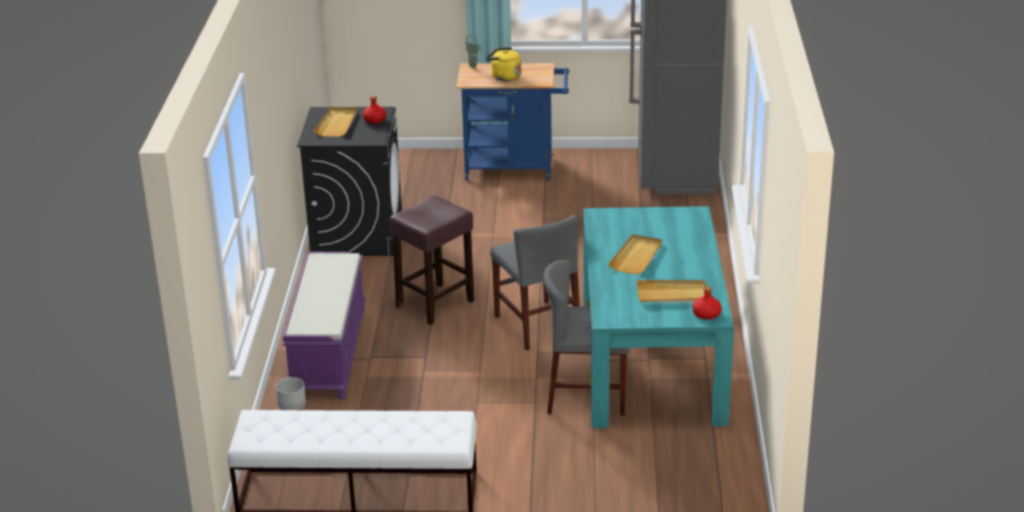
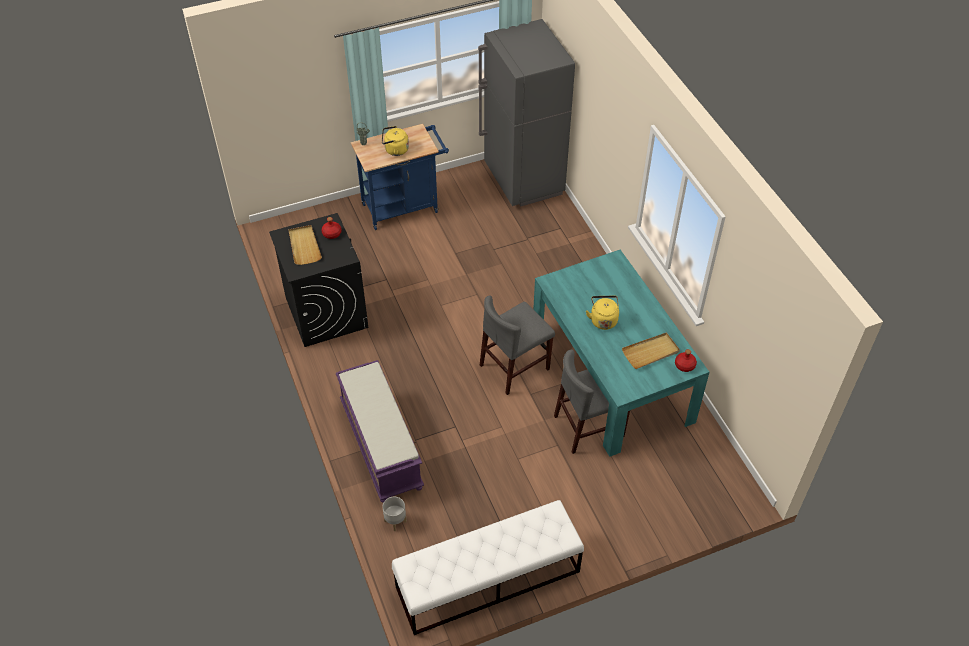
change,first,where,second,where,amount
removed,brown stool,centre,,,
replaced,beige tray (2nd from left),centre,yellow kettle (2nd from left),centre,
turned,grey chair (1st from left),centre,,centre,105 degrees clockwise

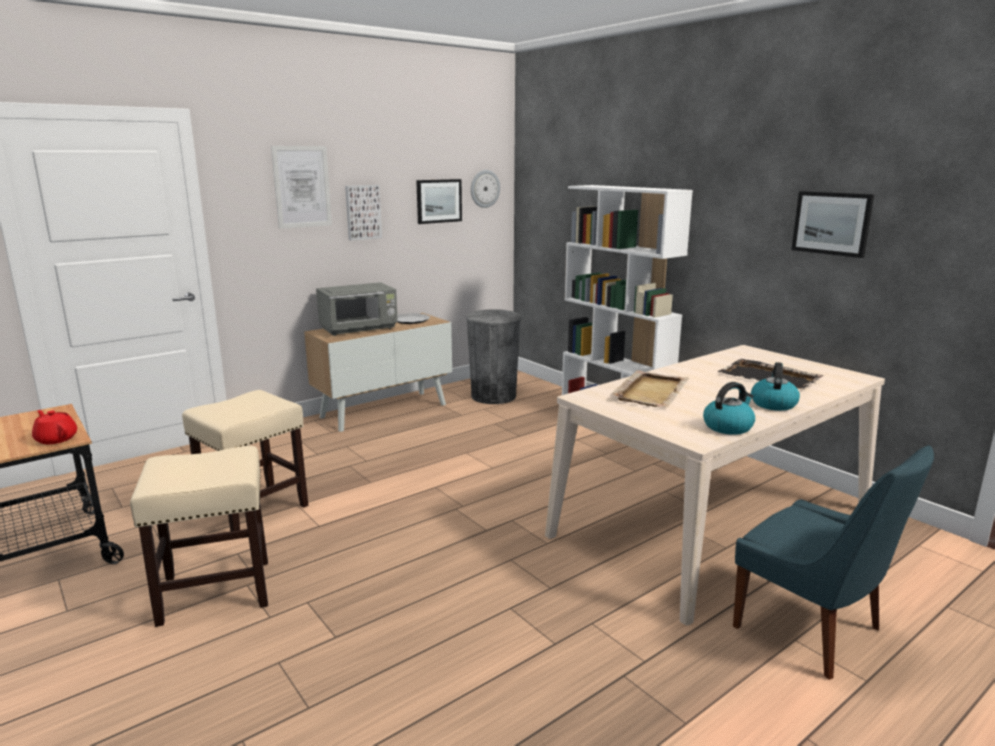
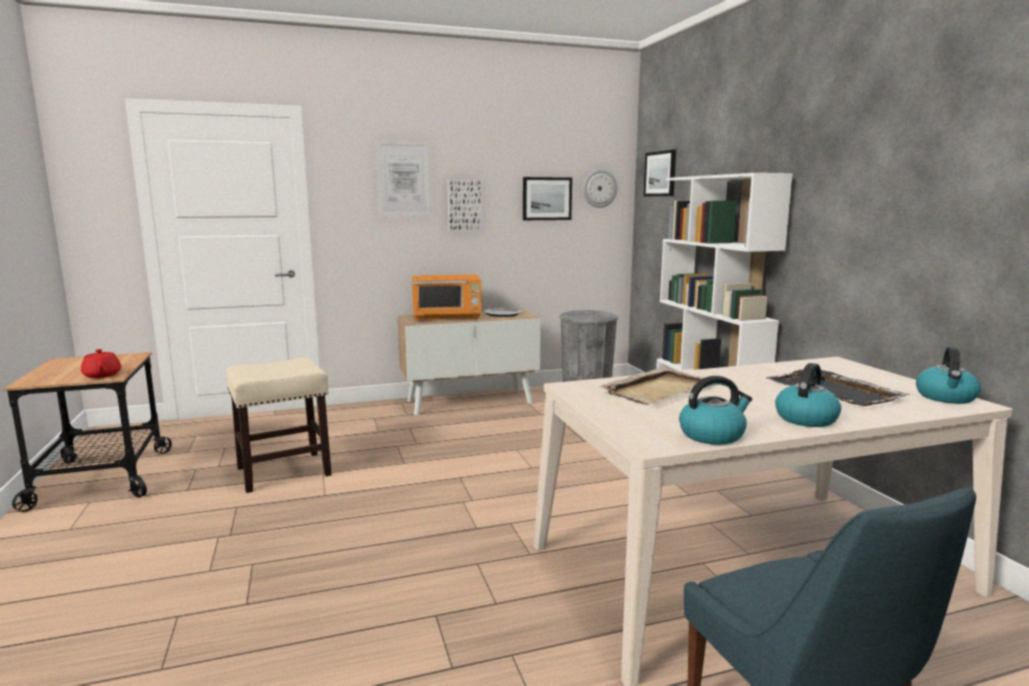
change,first,where,second,where,amount
removed,beige stool (1st from left),bottom left,,,
added,,,kettle (3rd from left),middle right,
moved,picture (4th from left),top right,,top centre,
recoloured,grey microwave,centre,orange microwave,centre,

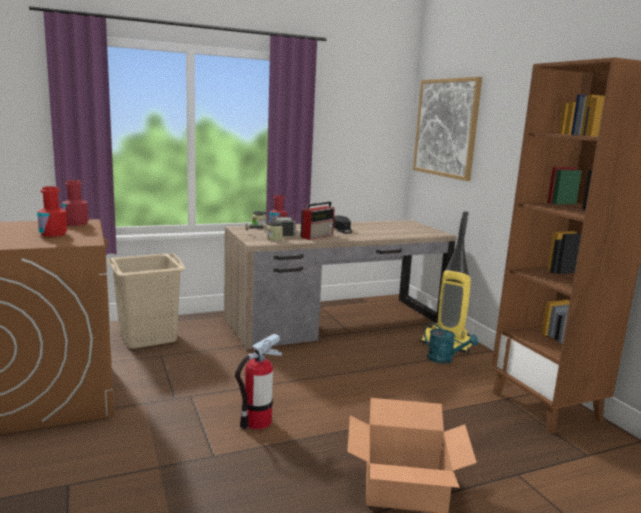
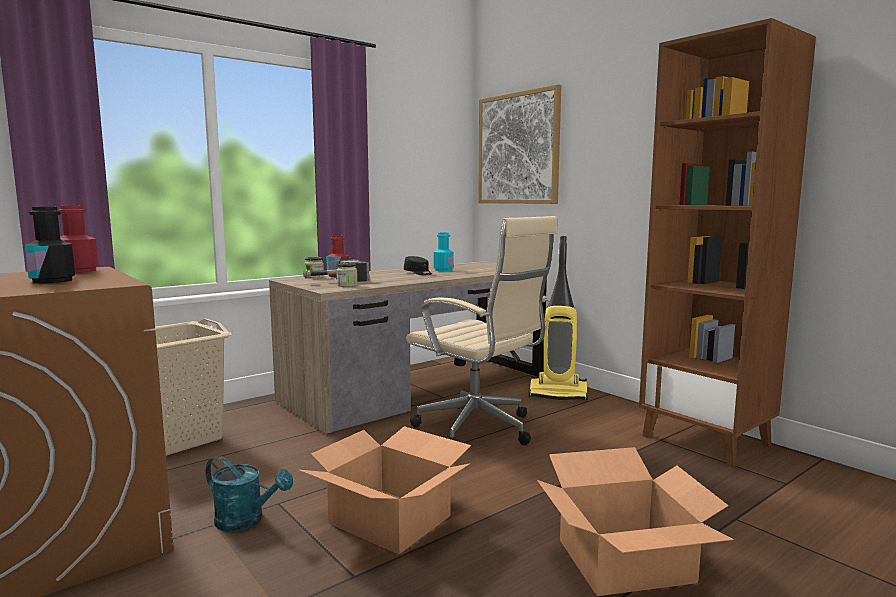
change,first,where,second,where,amount
removed,radio,centre,,,
added,,,beige office chair,centre,
added,,,turquoise bottle,centre,
moved,turquoise watering can,bottom right,,bottom left,
replaced,fire extinguisher,bottom centre,cardboard box (1st from left),bottom centre,
recoloured,red bottle (1st from left),middle left,black bottle,middle left,

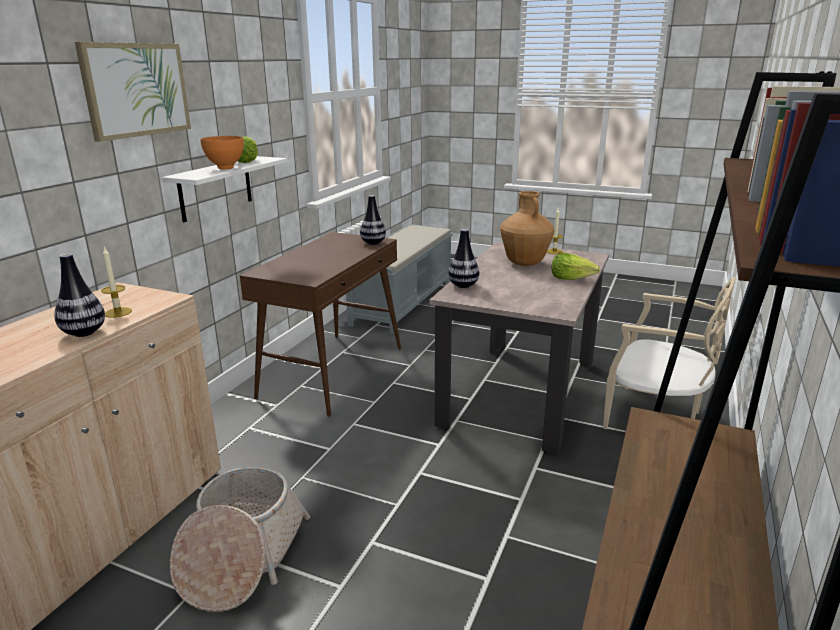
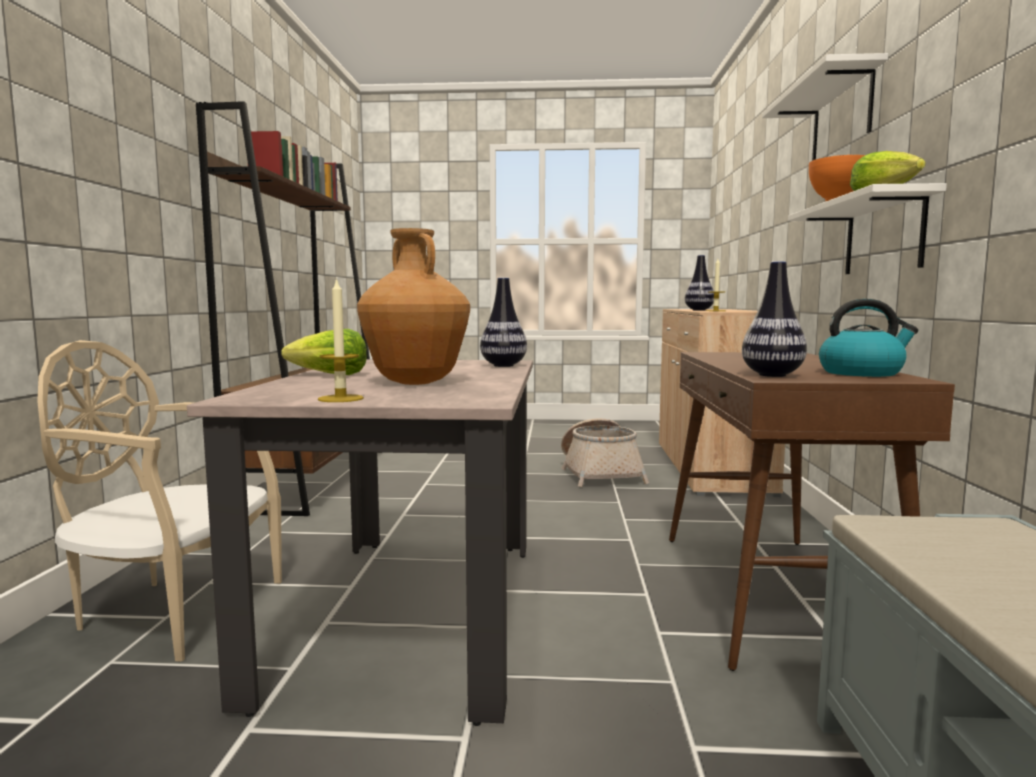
change,first,where,second,where,amount
added,,,kettle,middle right,
replaced,picture,top left,white shelf (1st from left),top right,

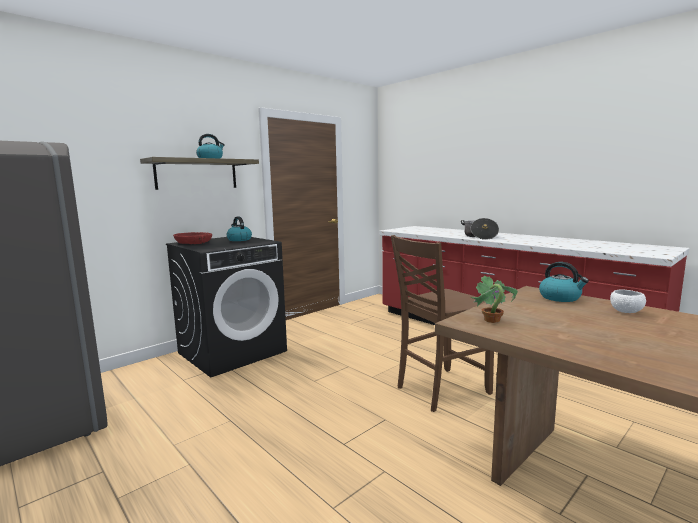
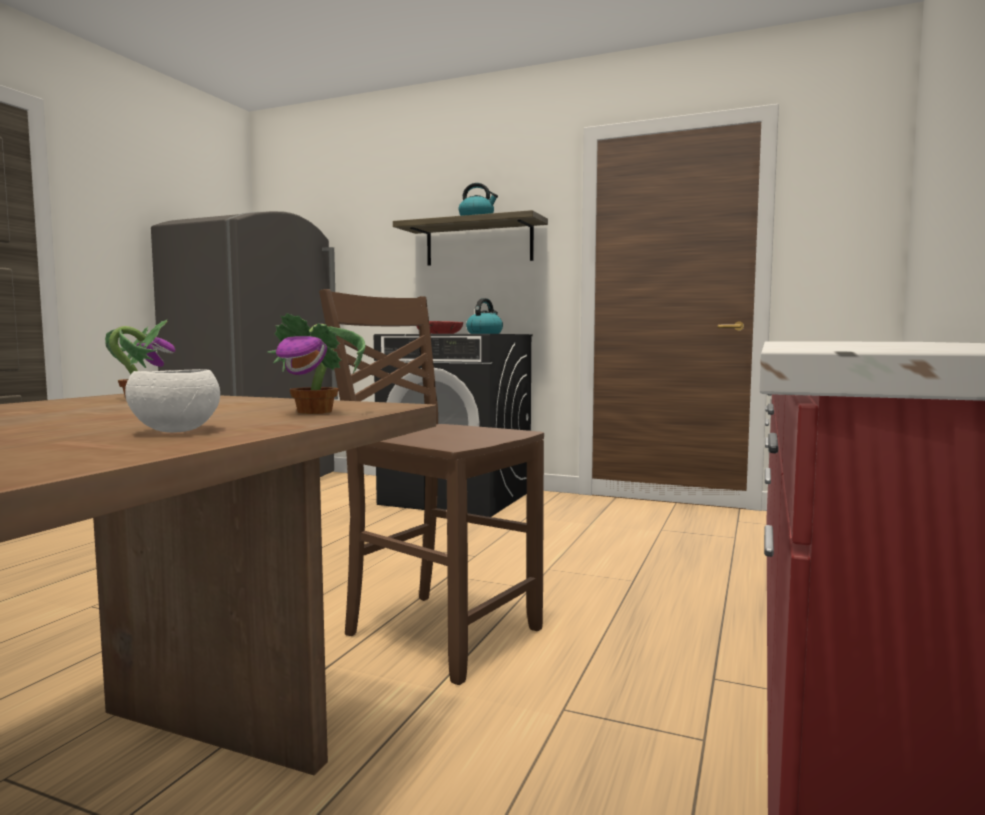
change,first,where,second,where,amount
removed,cooking pot,middle right,,,
replaced,kettle (3rd from left),middle right,potted plant (2nd from left),middle left,

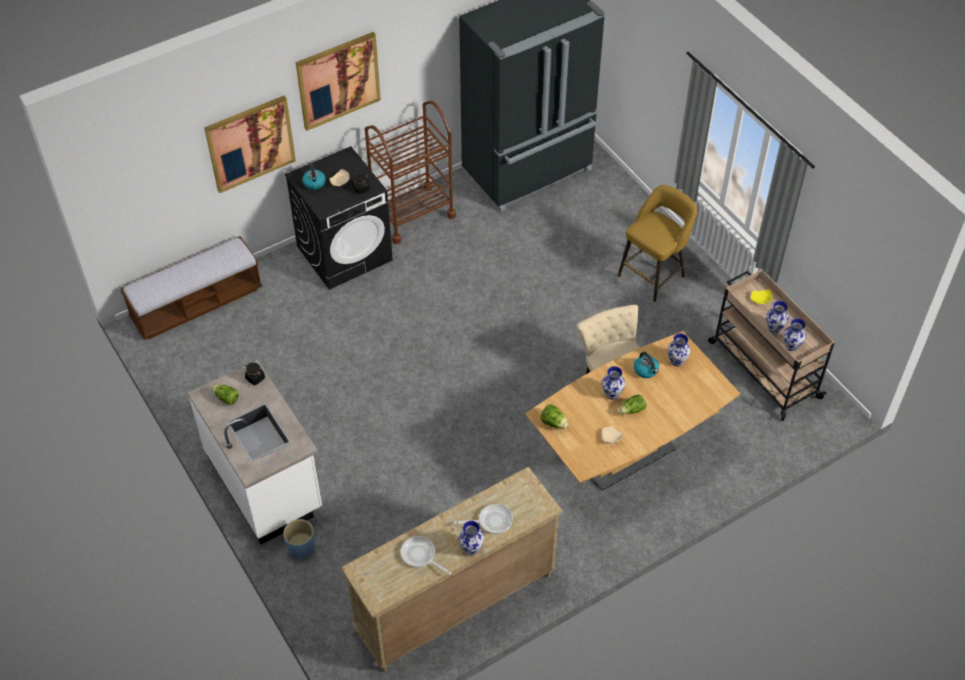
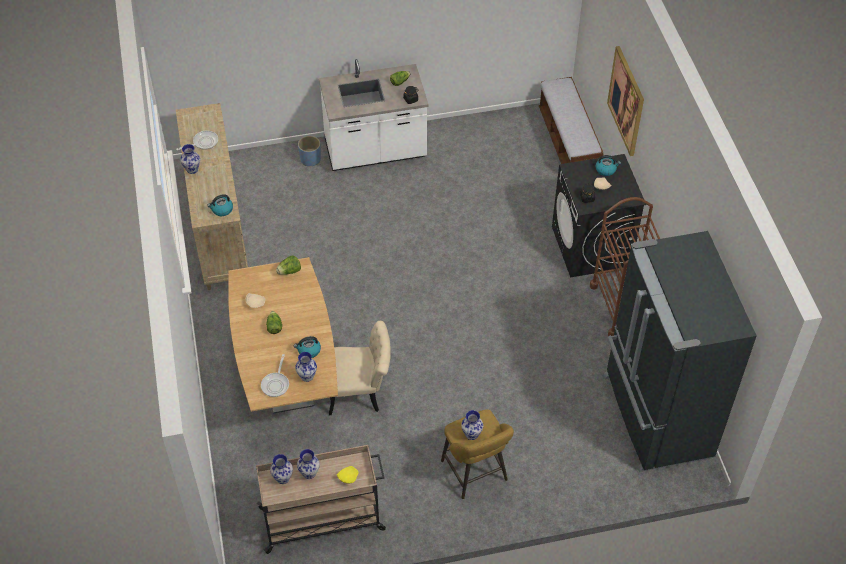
change,first,where,second,where,amount
removed,picture (2nd from left),top centre,,,
added,,,kettle (1st from left),middle left,
moved,frying pan (2nd from left),bottom centre,,middle left,
moved,vase (2nd from left in the first image),centre,vase (5th from left),bottom centre,

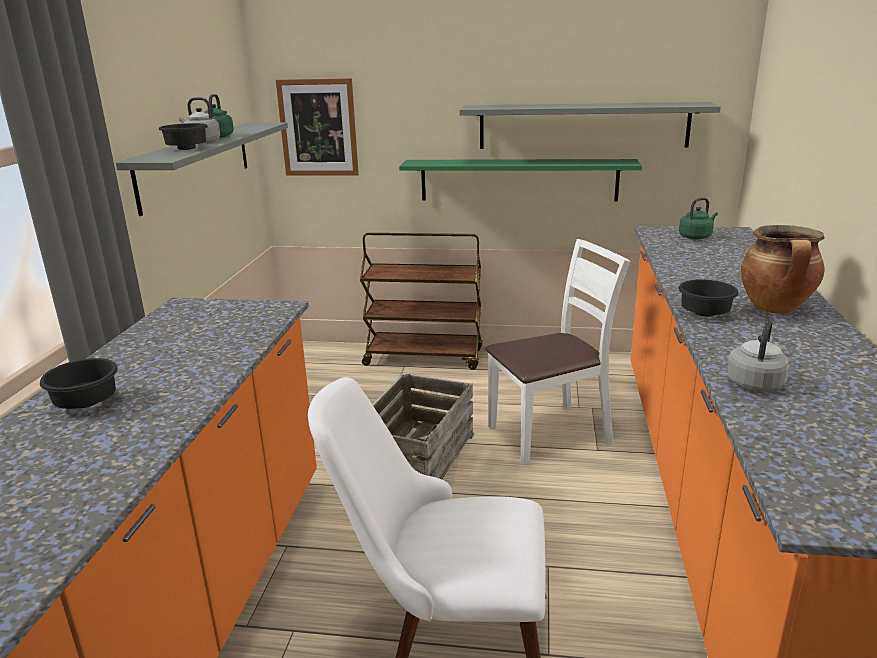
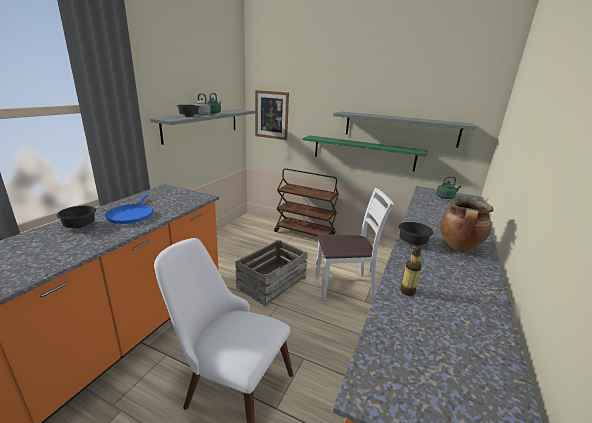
change,first,where,second,where,amount
added,,,blue frying pan,middle left,
replaced,grey kettle (2nd from left),middle right,bottle,middle right,

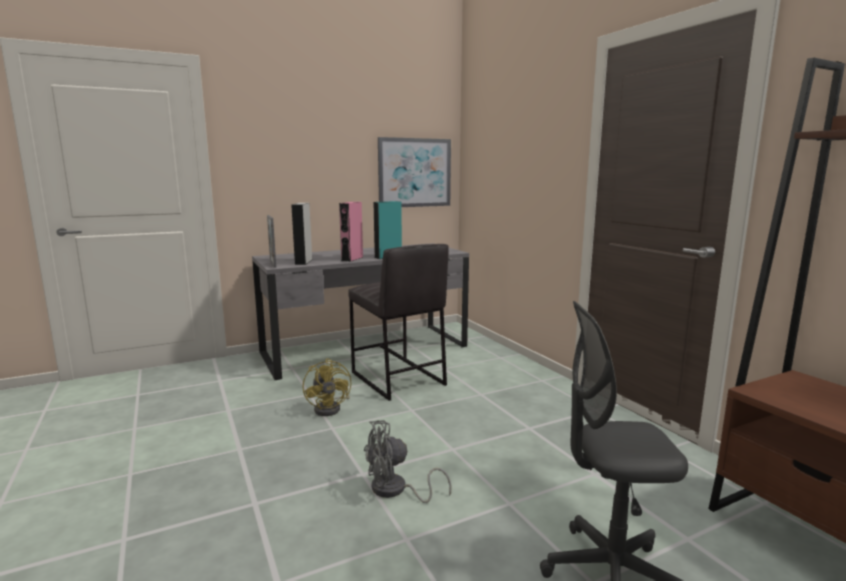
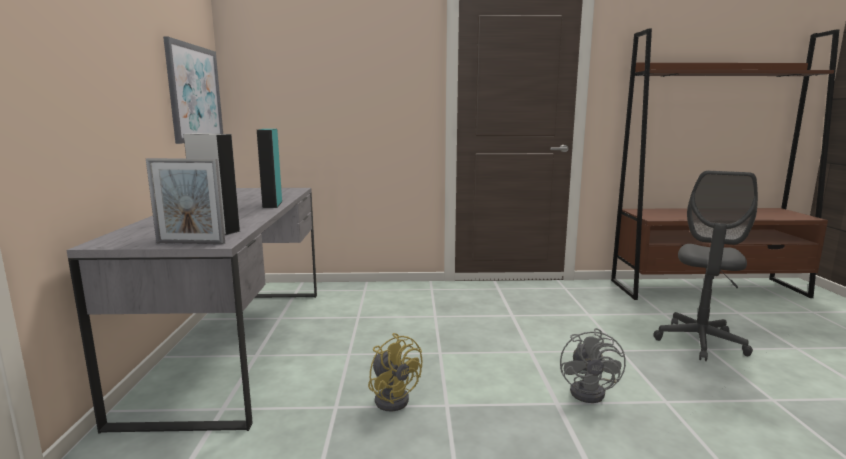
change,first,where,second,where,amount
removed,pink speaker,centre,,,
removed,grey stool,centre,,,
turned,yellow fan,centre,,bottom centre,45 degrees clockwise

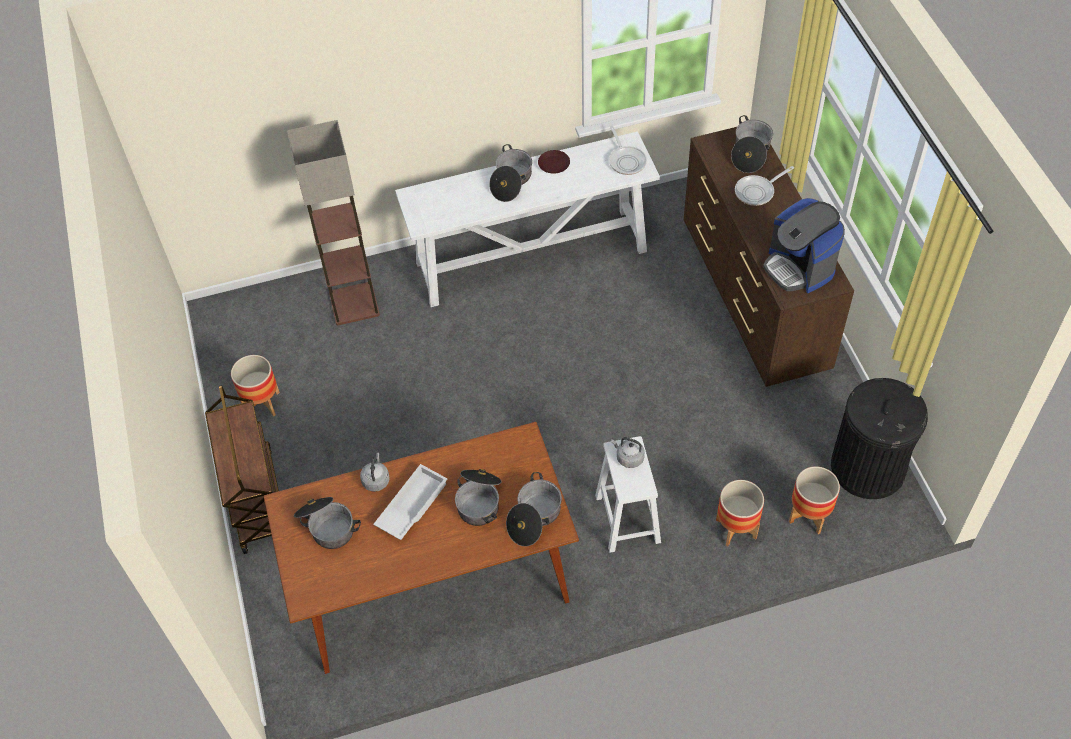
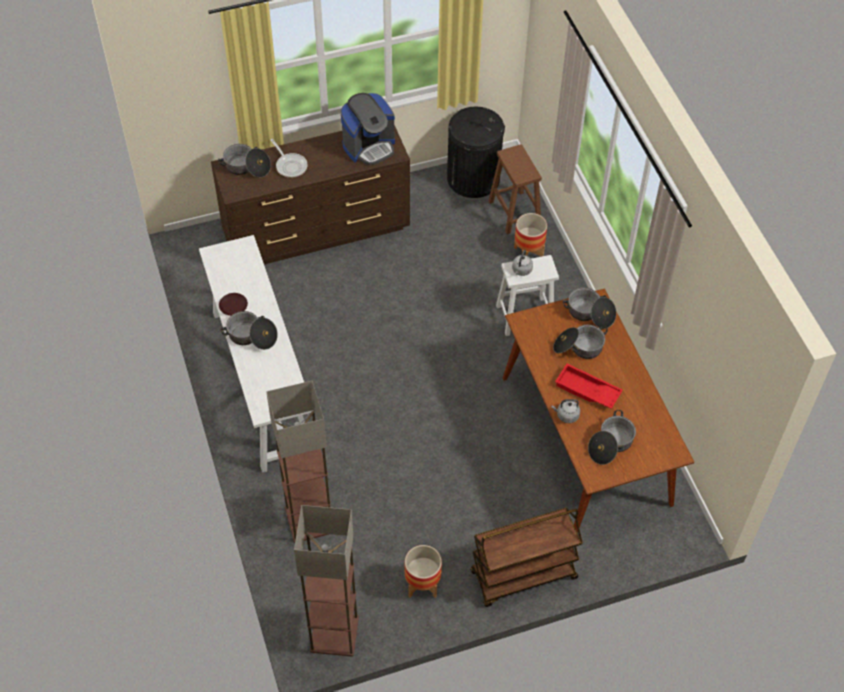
change,first,where,second,where,amount
removed,frying pan (1st from left),top centre,,,
added,,,floor lamp (2nd from left),bottom centre,
replaced,planter (3rd from left),bottom right,brown stool,top centre,
recoloured,white tray,bottom centre,red tray,middle right,

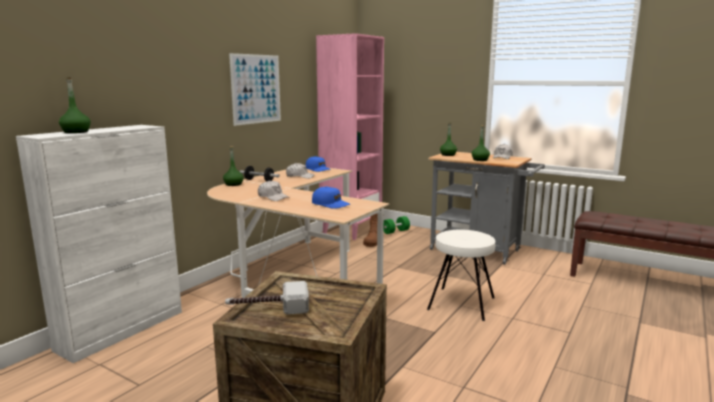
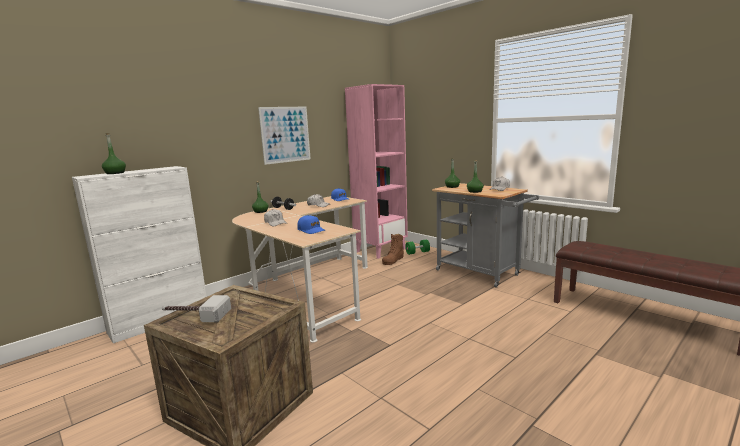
change,first,where,second,where,amount
removed,white stool,bottom centre,,,

